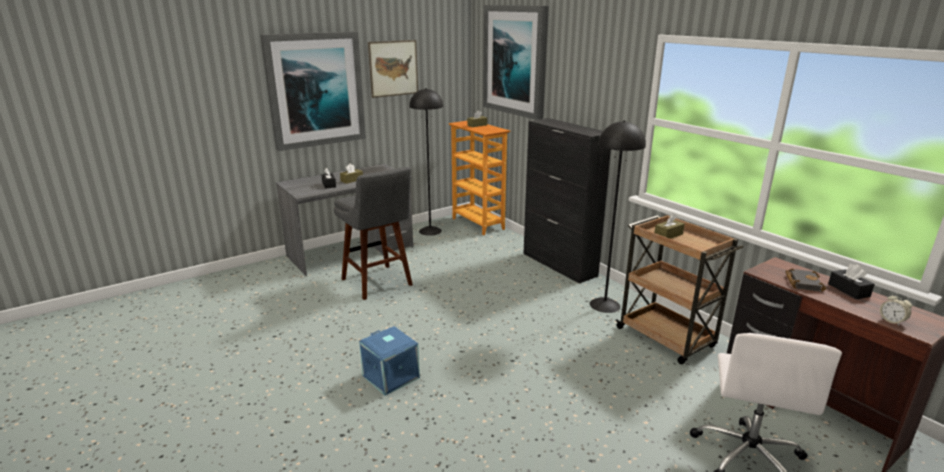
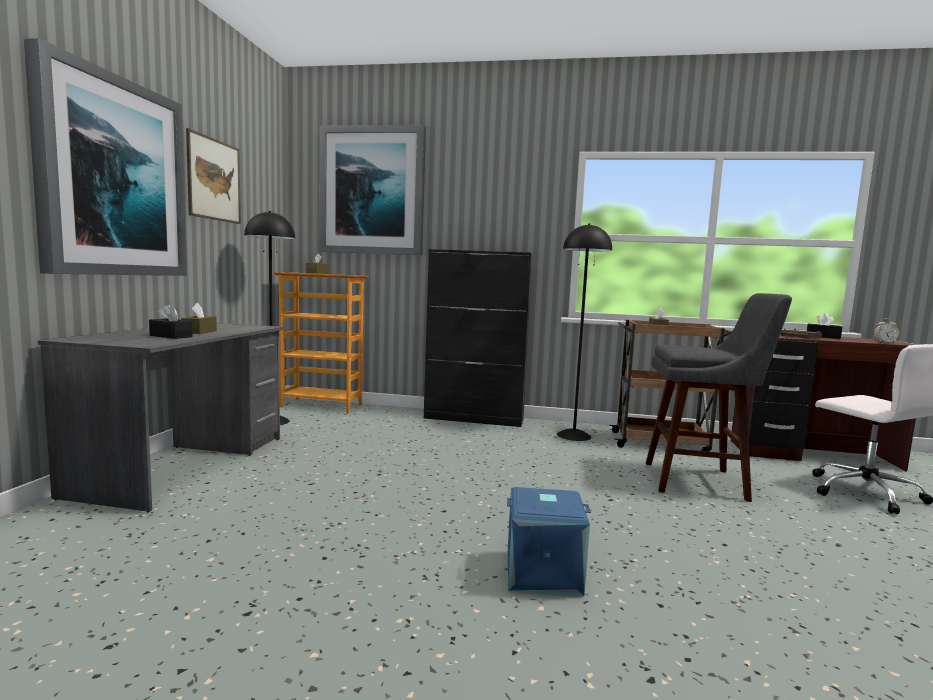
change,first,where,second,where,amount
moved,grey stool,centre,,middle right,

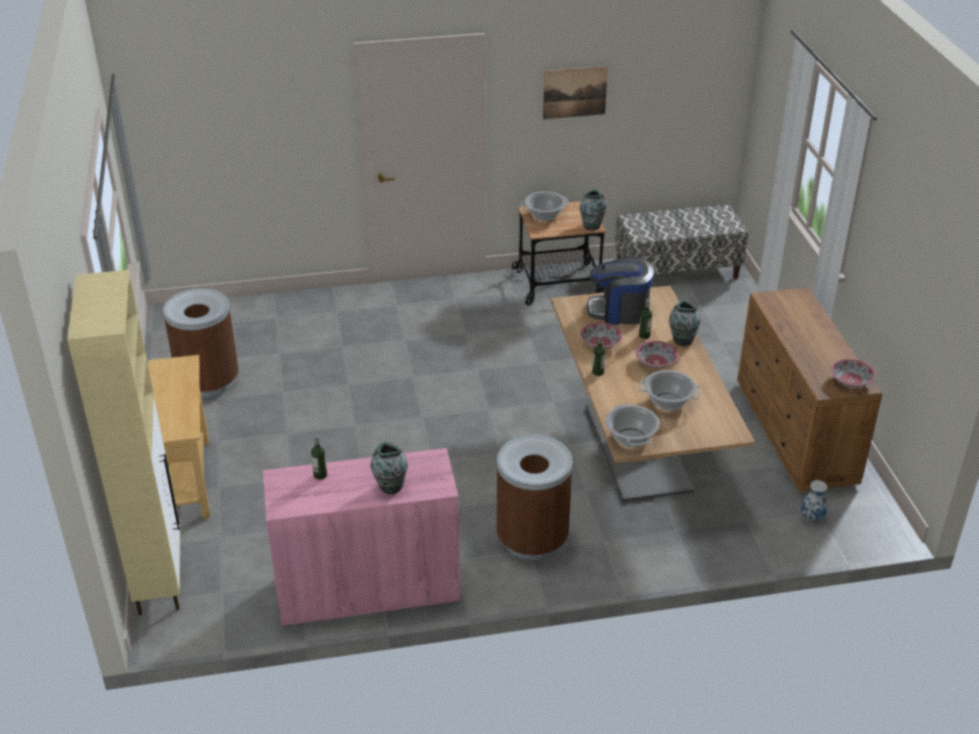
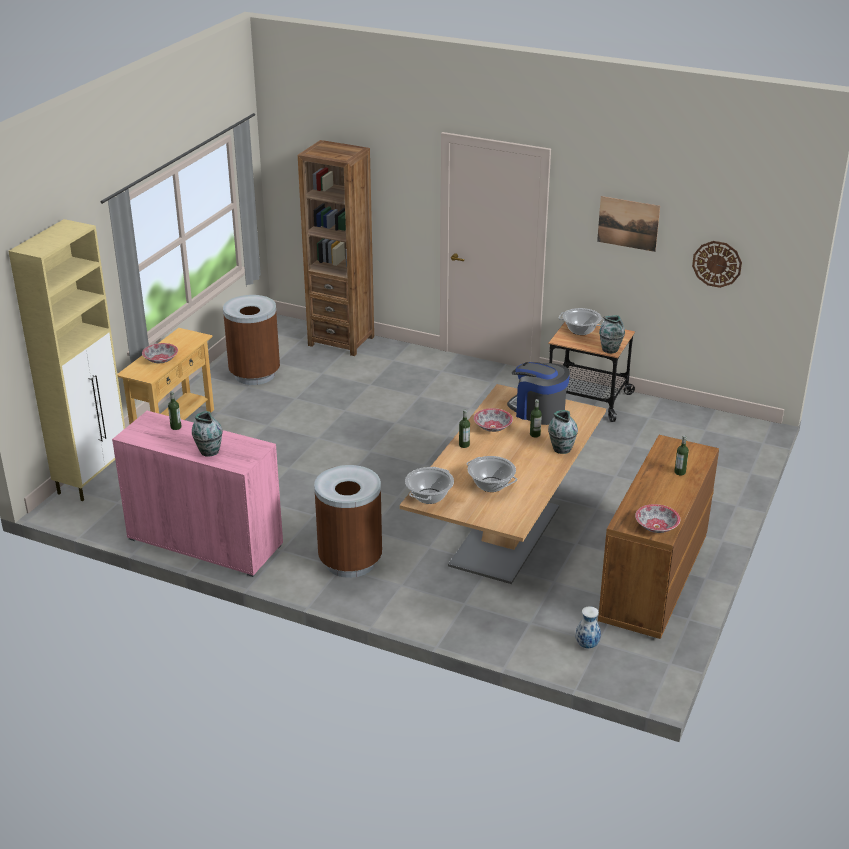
change,first,where,second,where,amount
removed,bench,top right,,,
added,,,brown bookcase,top centre,
added,,,bottle (4th from left),middle right,
added,,,wall clock,top right,
moved,bowl (2nd from left in the first image),middle right,bowl (1st from left),middle left,

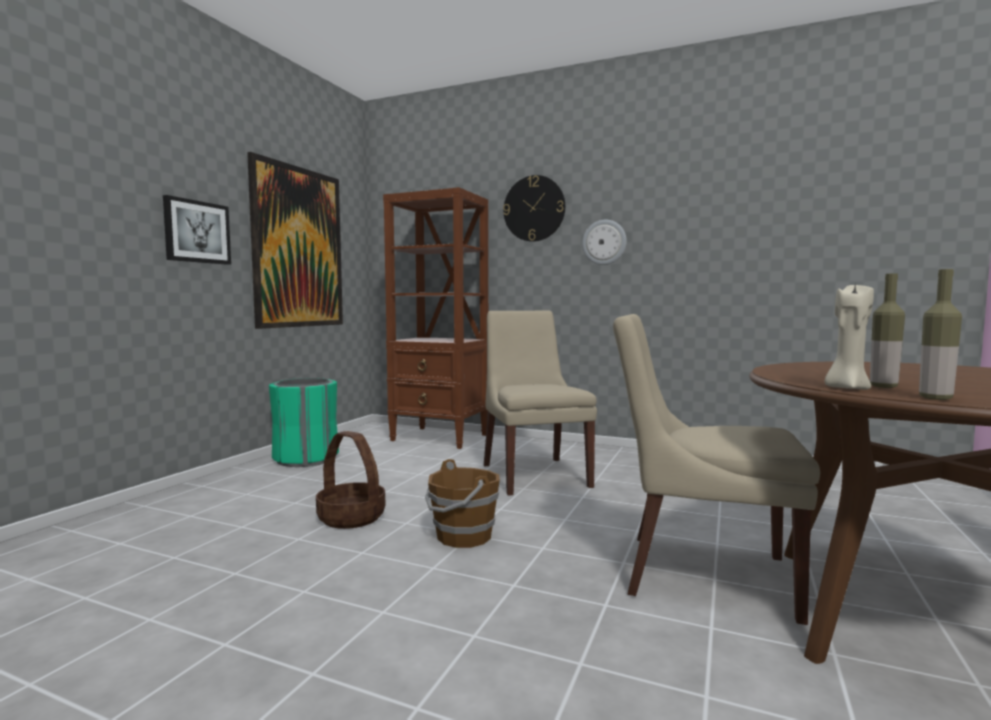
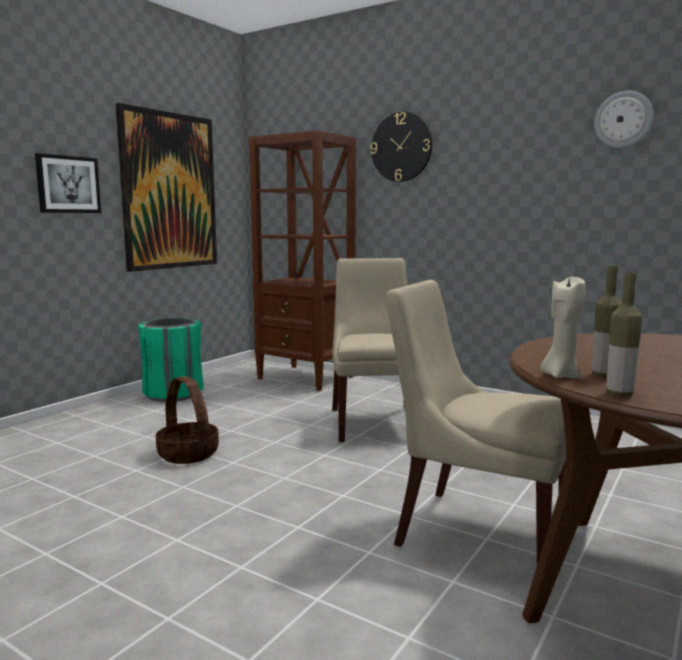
change,first,where,second,where,amount
removed,brown bucket,bottom centre,,,
moved,wall clock (2nd from left),centre,,top right,

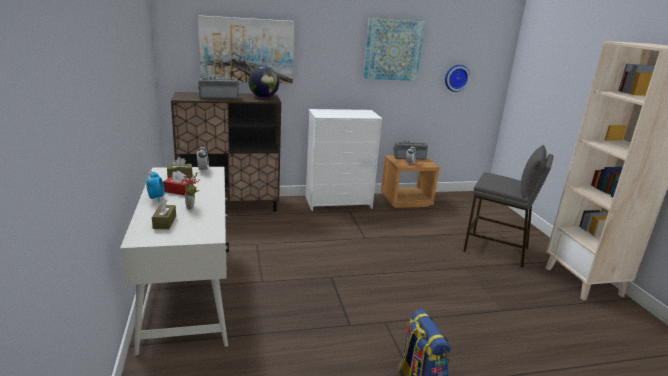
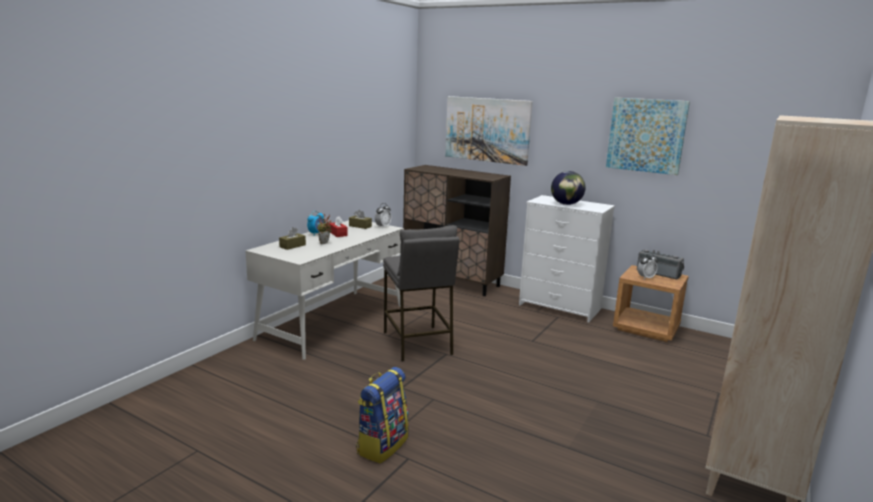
change,first,where,second,where,amount
removed,radio (1st from left),top left,,,
removed,wall clock,top right,,,
moved,globe,top centre,,centre,
moved,grey stool,middle right,,centre,

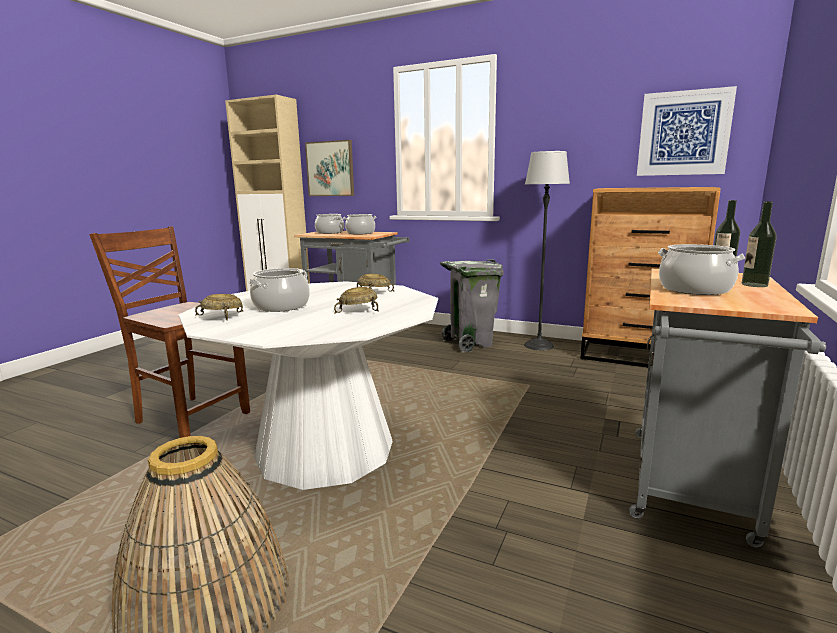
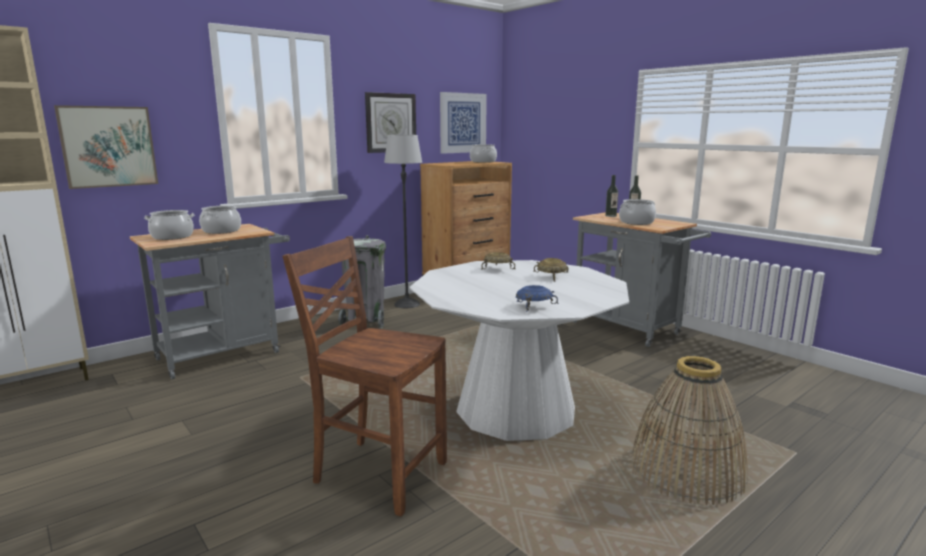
change,first,where,second,where,amount
added,,,wall clock,top centre,
moved,cooking pot (1st from left in the first image),centre,cooking pot (3rd from left),top centre,
recoloured,beige bowl (1st from left),middle left,blue bowl,centre,
turned,brown chair,middle left,,bottom centre,60 degrees clockwise

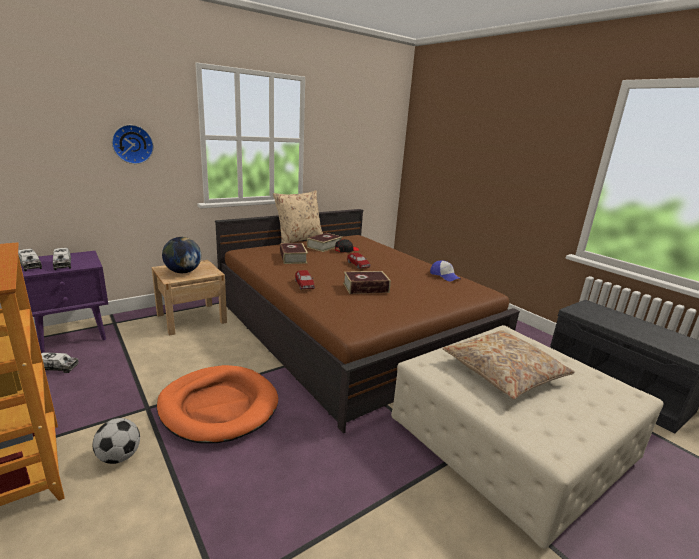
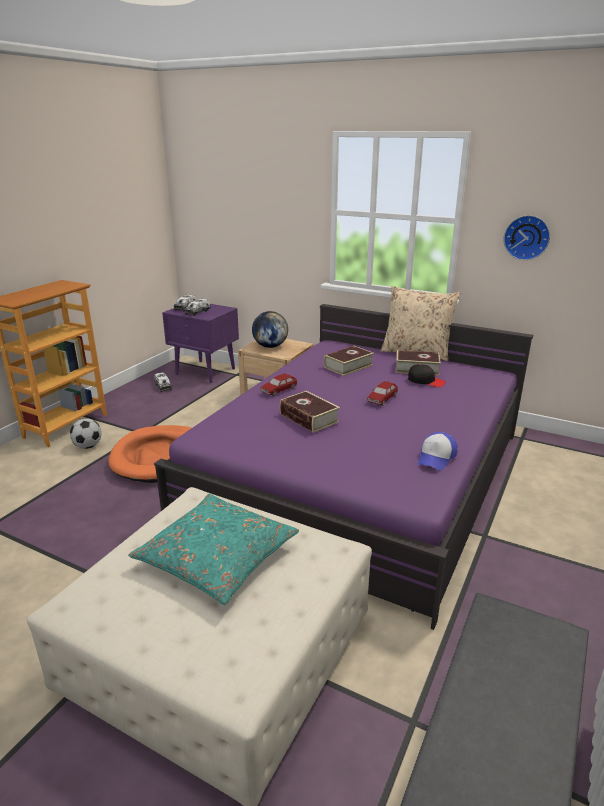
change,first,where,second,where,amount
moved,wall clock,top left,,top right,
recoloured,brown bed,centre,purple bed,centre,
recoloured,beige pillow (2nd from left),middle right,turquoise pillow,bottom centre,

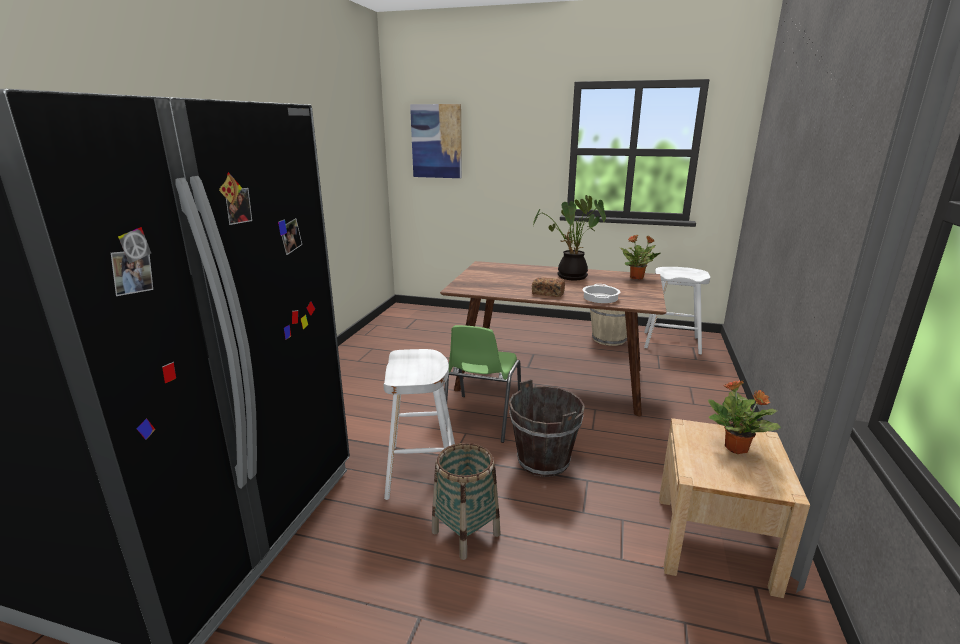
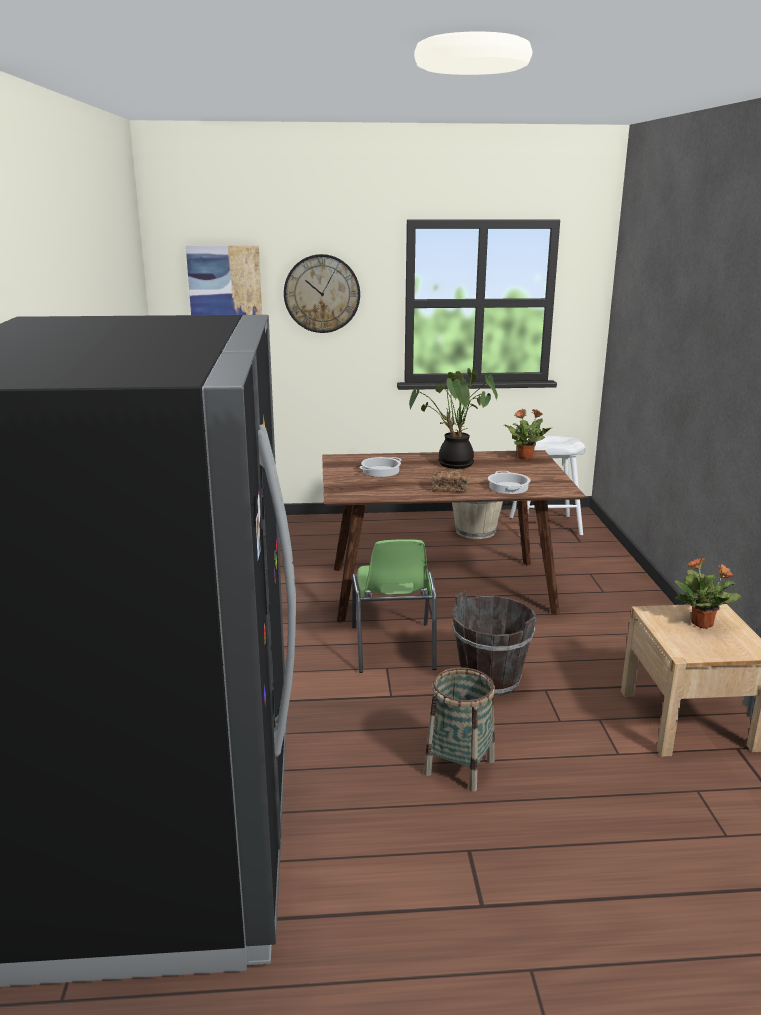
change,first,where,second,where,amount
removed,white stool (1st from left),centre,,,
added,,,wall clock,top centre,
added,,,cooking pot (1st from left),centre,

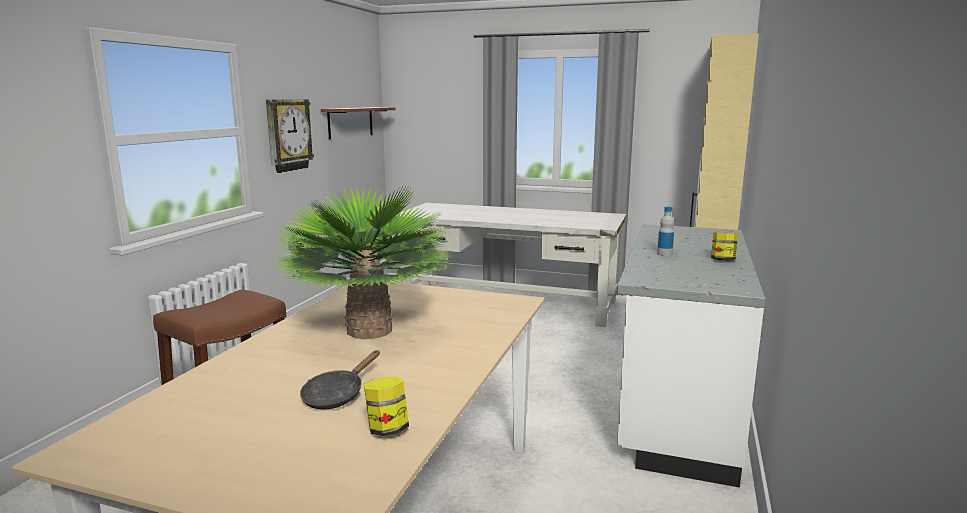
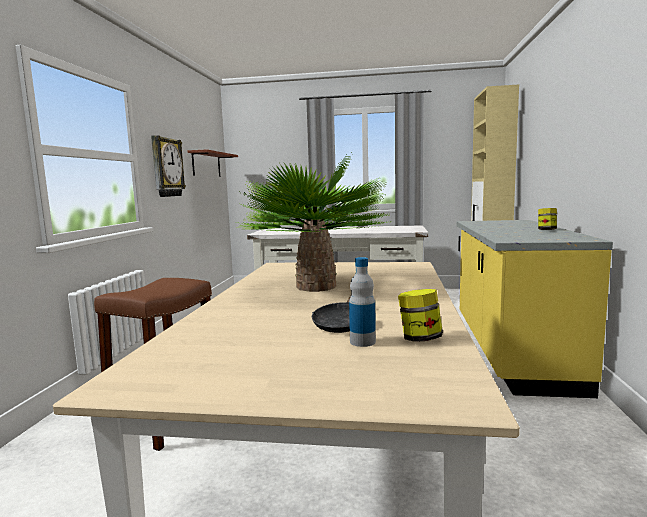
change,first,where,second,where,amount
moved,bottle,middle right,,centre,
recoloured,white counter,bottom right,yellow counter,middle right,

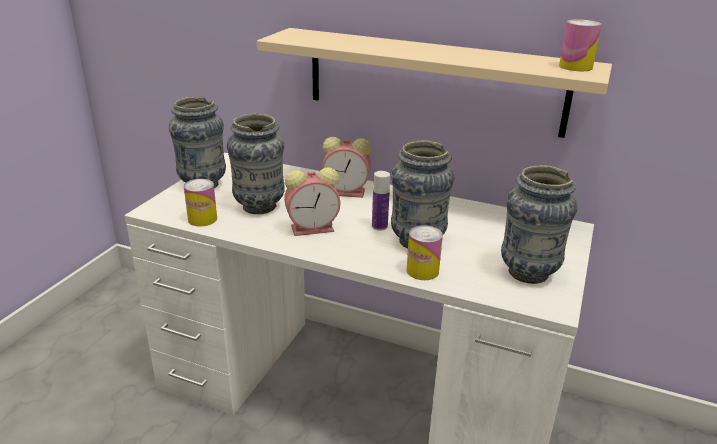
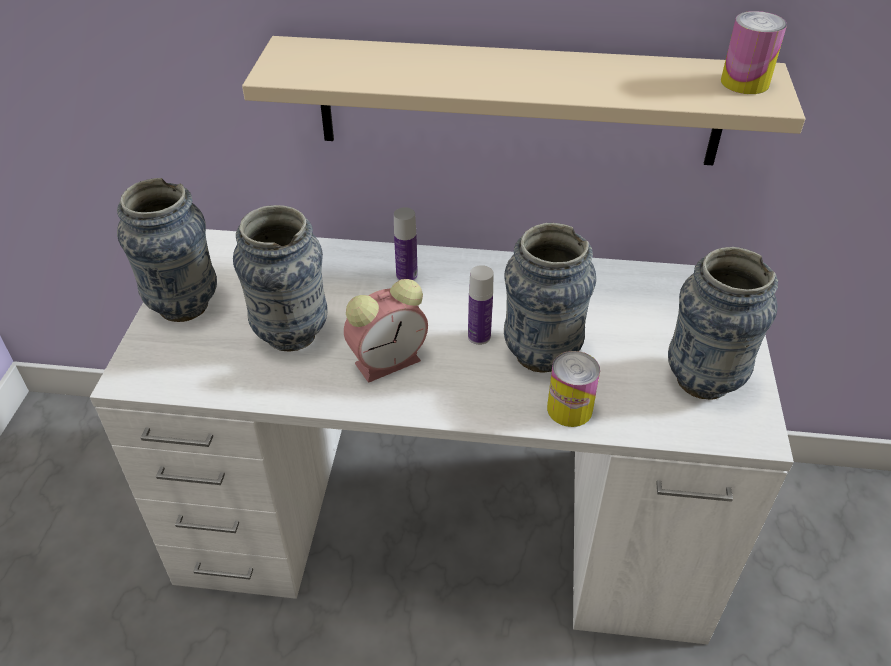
change,first,where,second,where,amount
removed,can (1st from left),middle left,,,
replaced,alarm clock (2nd from left),centre,bottle (1st from left),centre,

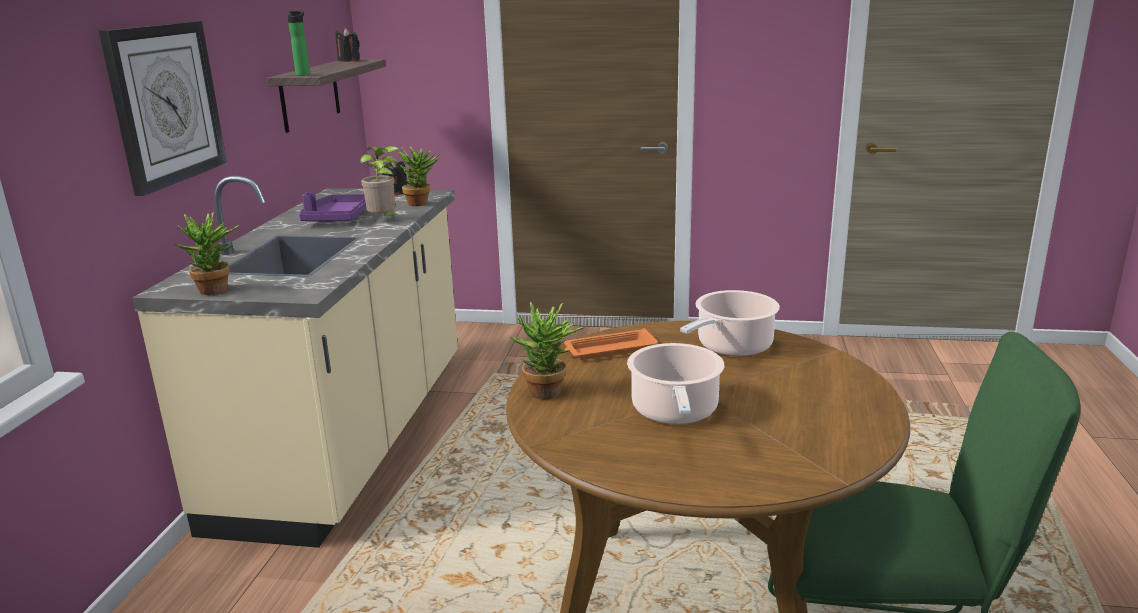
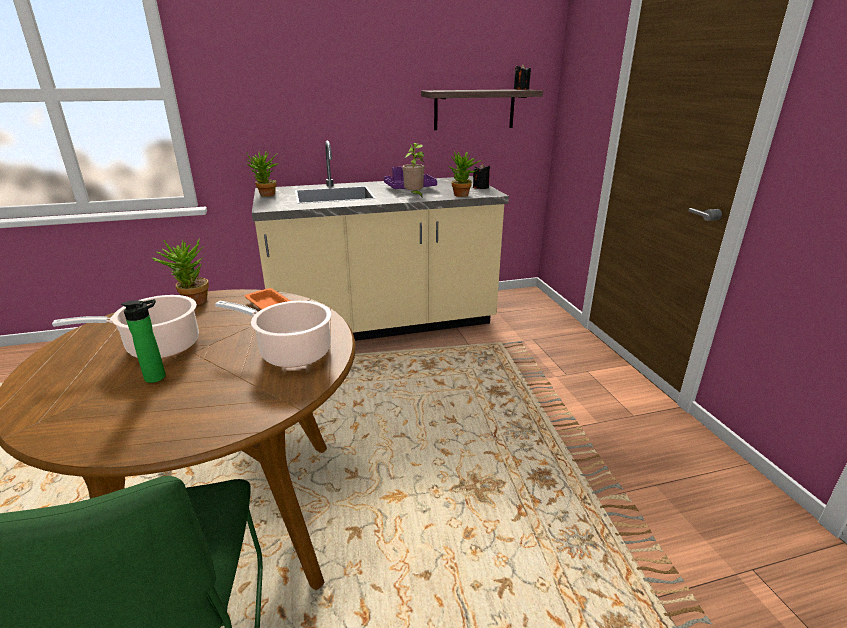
change,first,where,second,where,amount
removed,wall clock,top left,,,
moved,bottle,top left,,middle left,

